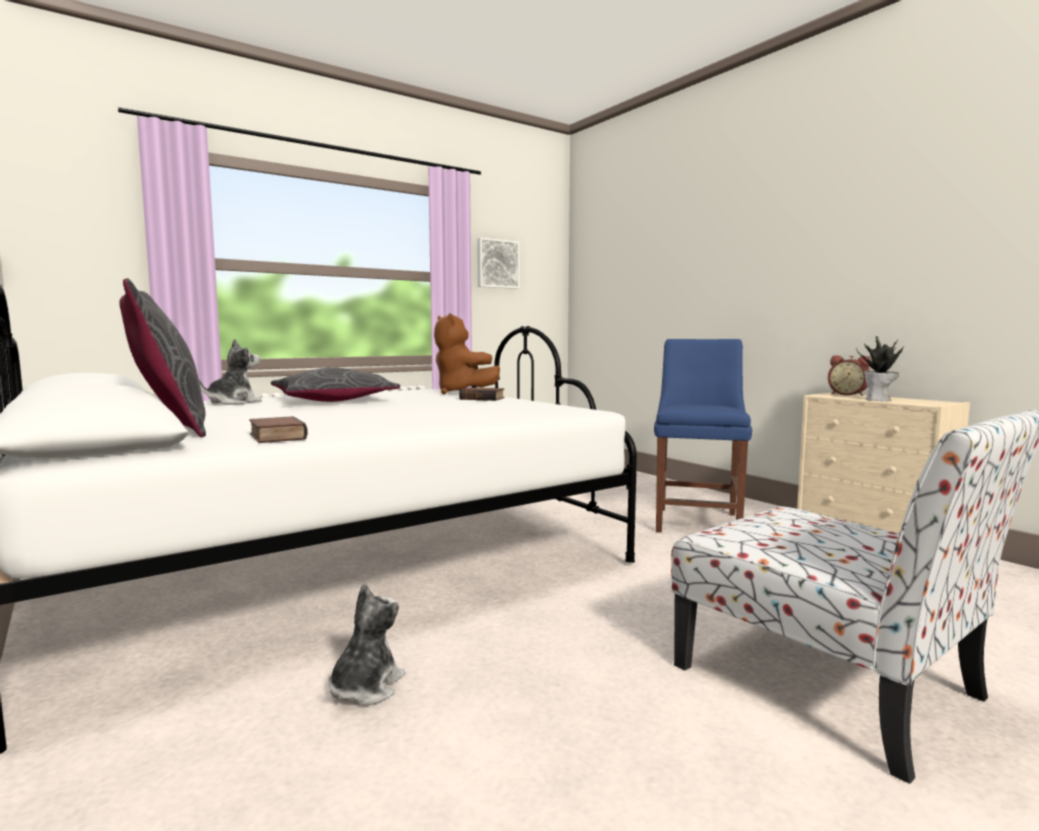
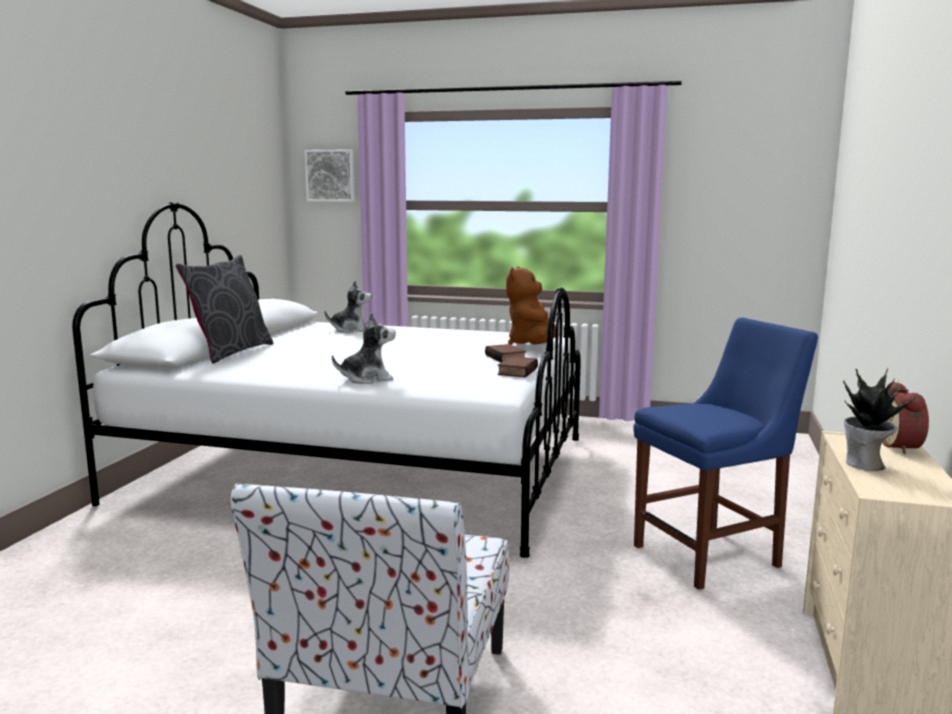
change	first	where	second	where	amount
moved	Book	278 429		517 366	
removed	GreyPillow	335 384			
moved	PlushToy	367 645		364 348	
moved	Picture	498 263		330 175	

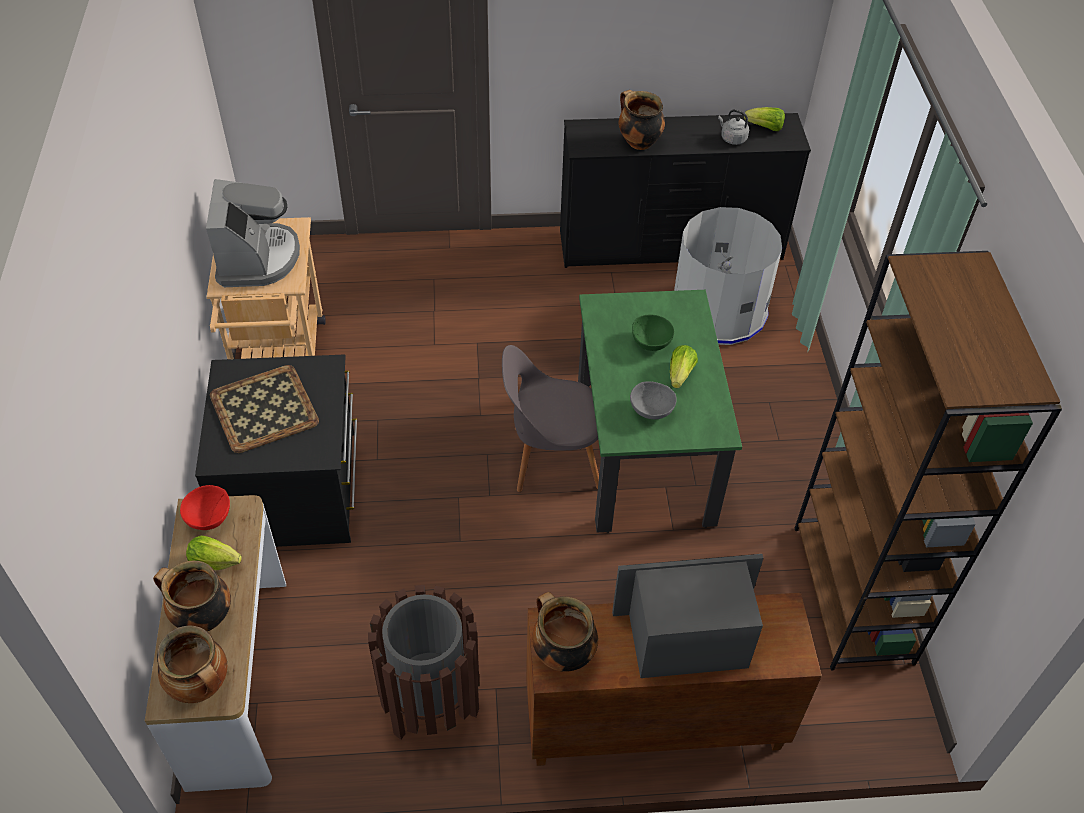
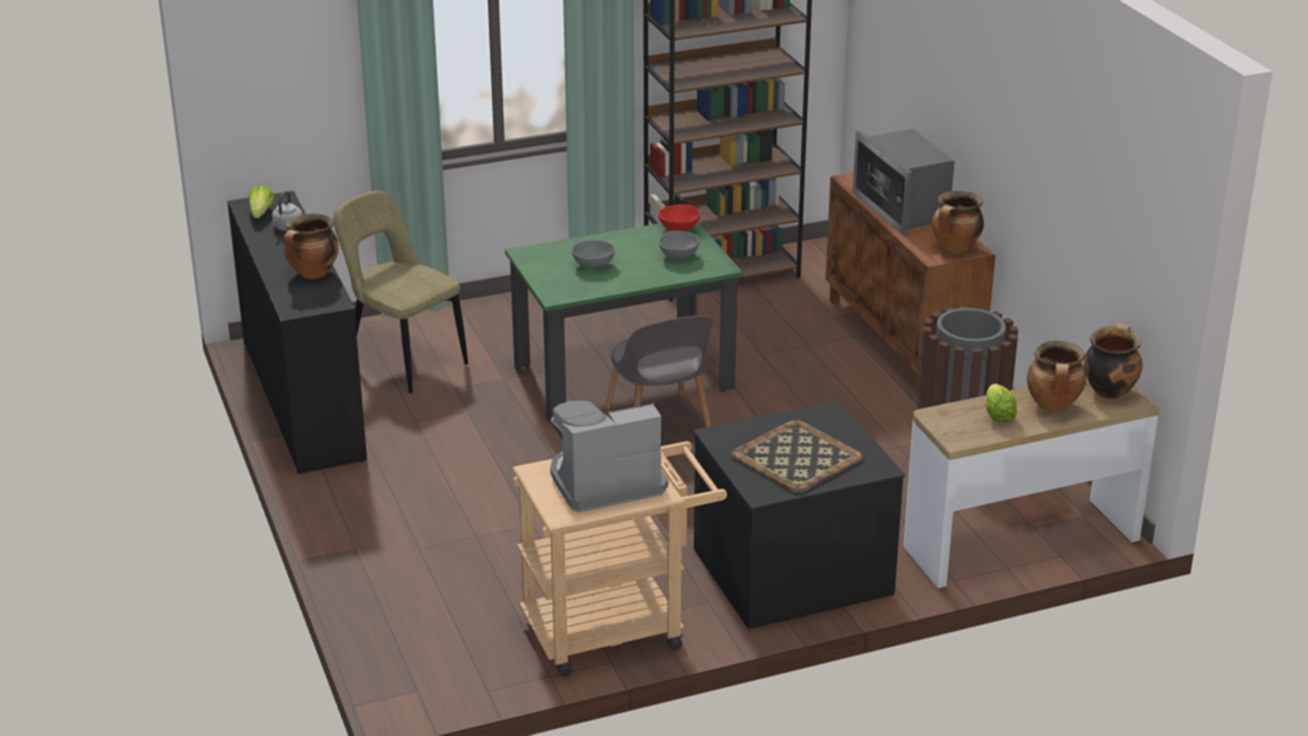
change	first	where	second	where	amount
moved	RedBowl	205 507		679 217	
recoloured	GreenBowl	653 333	GreyBowl	593 254	
removed	Lettuce	684 366			
replaced	GreyTrashCan	728 276	BeigeChair	400 292	

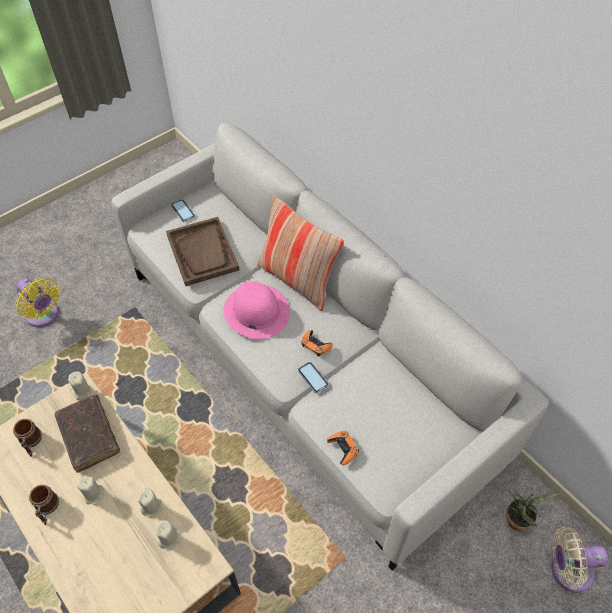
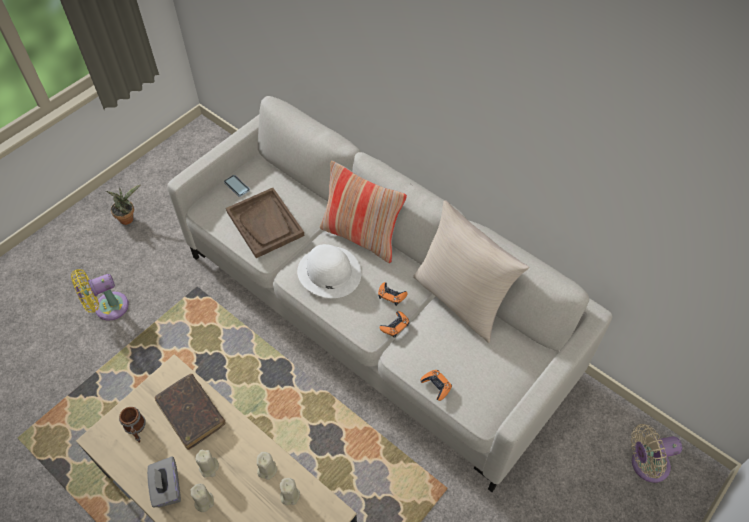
change	first	where	second	where	amount
turned	YellowFan	38 302		100 295	120 degrees clockwise
replaced	Mug	44 505	GreyTissueBox	164 481	
moved	BeigeCandle	80 386		202 498	
recoloured	PinkHat	256 310	WhiteHat	329 271	
replaced	Phone	313 377	OrangeGameController	395 324	
moved	PottedPlant	533 510		123 204	
added			BeigePillow	471 271	

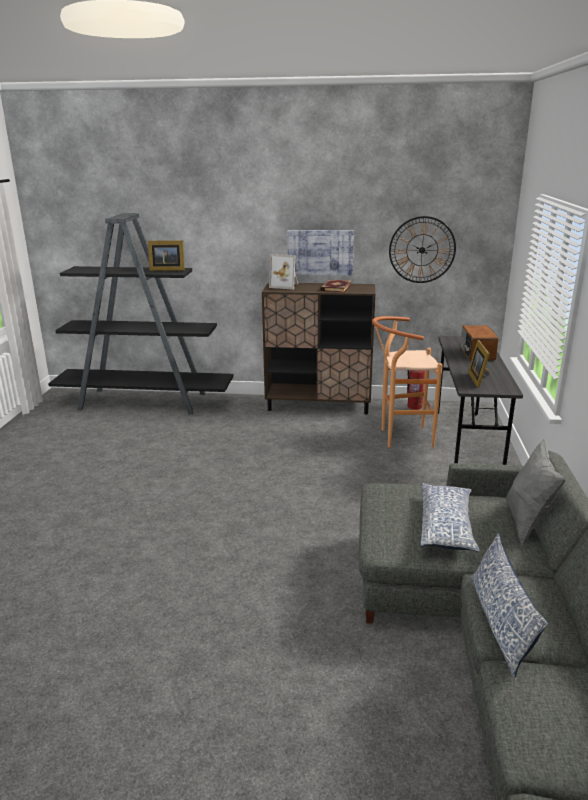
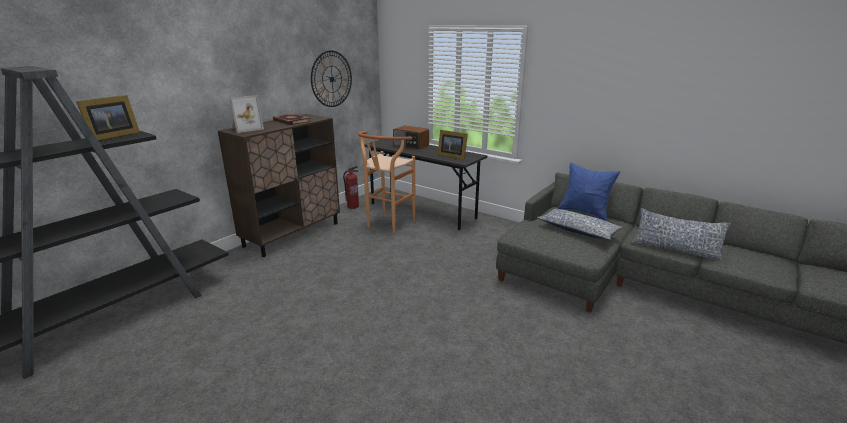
change	first	where	second	where	amount
removed	Picture	320 253			
recoloured	GreyPillow	535 492	BluePillow	589 192	

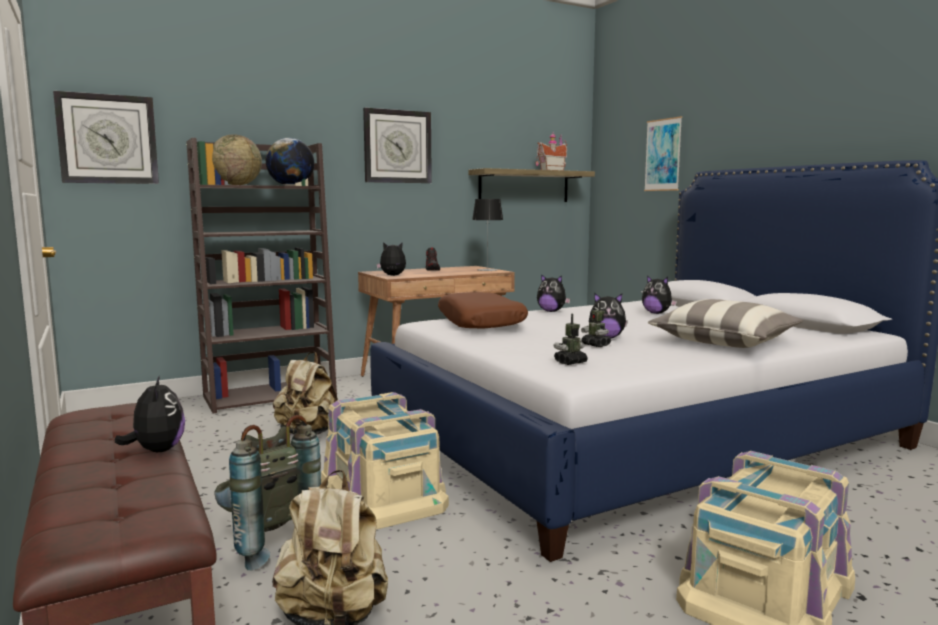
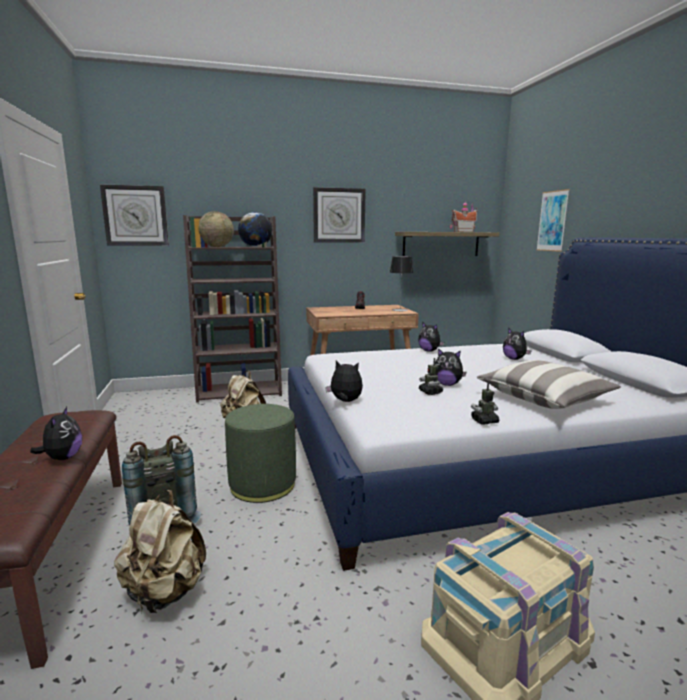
change	first	where	second	where	amount
replaced	BeigeStorageBox	385 460	GreenOttoman	260 453	
moved	PlushToy	391 259		344 381	
removed	BrownPillow	483 310			
moved	ToyRobot	571 339		485 403	

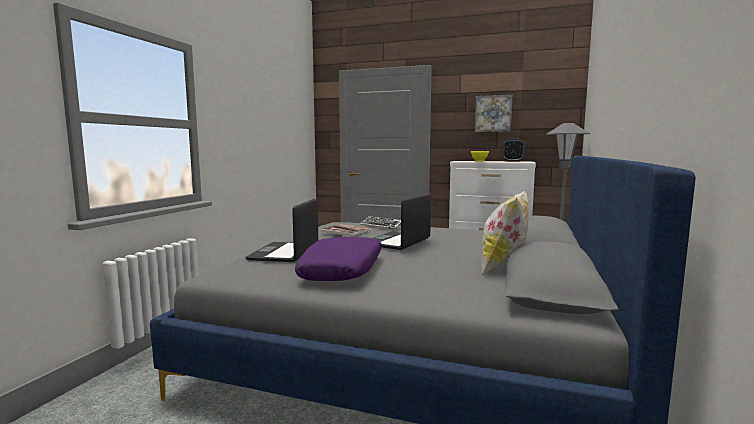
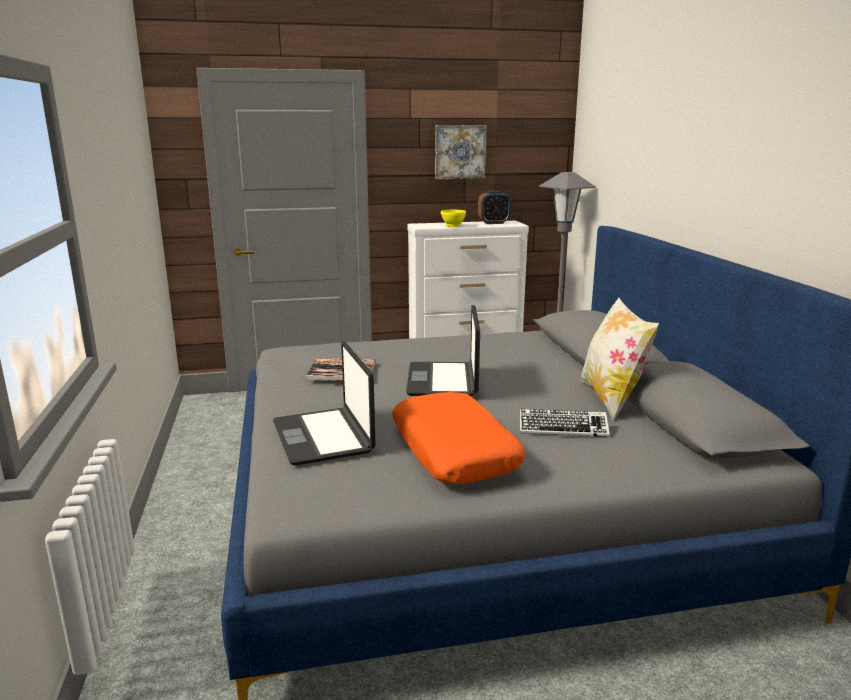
change	first	where	second	where	amount
recoloured	PurplePillow	338 259	OrangePillow	458 438	
moved	Keyboard	380 222		565 423	

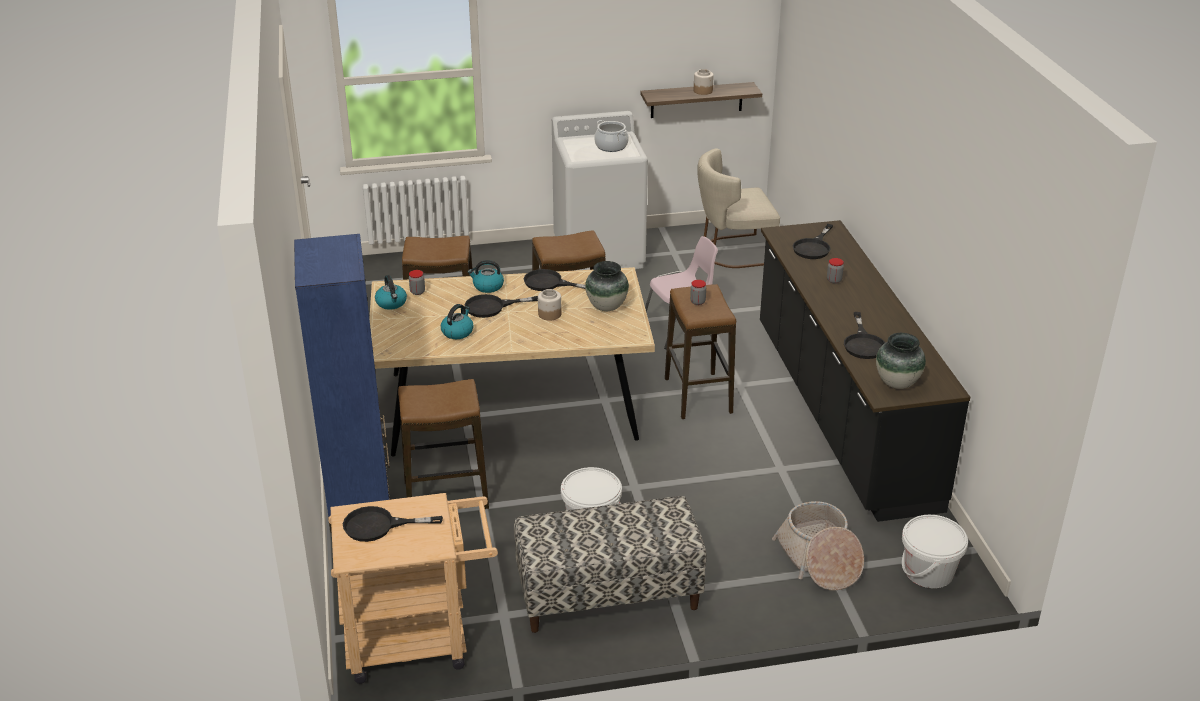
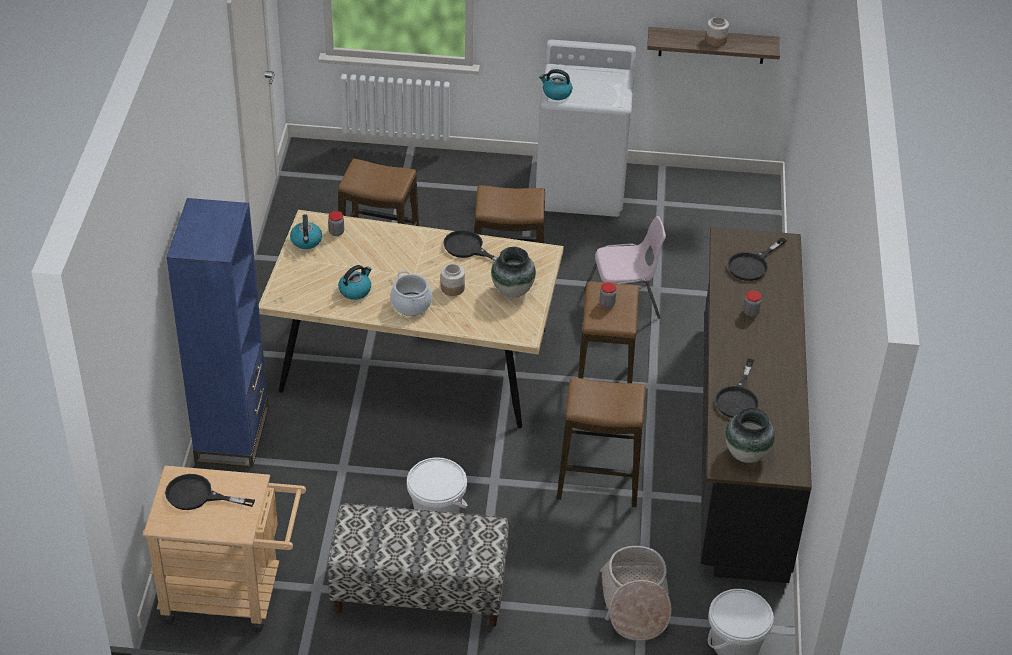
change	first	where	second	where	amount
moved	Stool	443 444		601 442	
removed	BlackFryingPan	501 306			
moved	Kettle	486 276		556 84	
moved	CookingPot	611 136		411 293	
removed	BeigeChair	738 208			

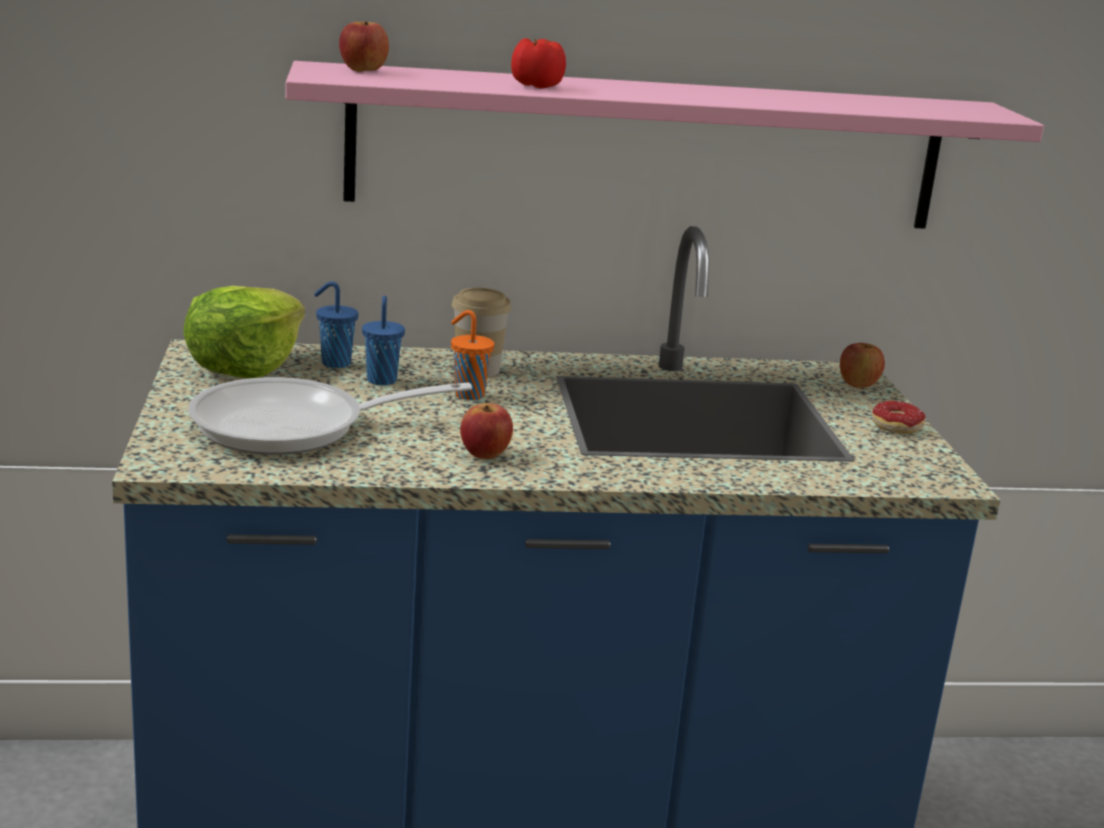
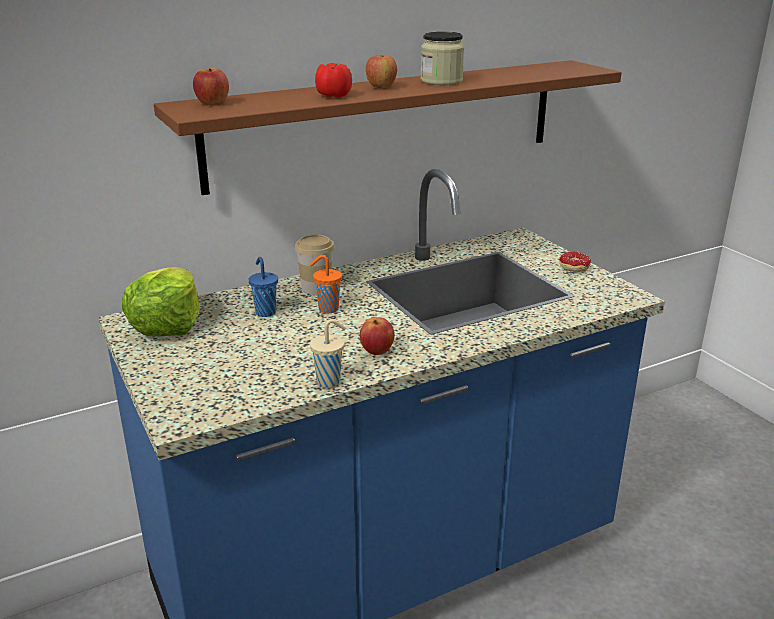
change	first	where	second	where	amount
removed	FryingPan	330 416			
recoloured	PinkShelf	664 145	BrownShelf	388 127	
removed	BlueCup	336 324			
moved	Apple	862 365		381 71	
added			BeigeCup	328 353	
added			Jar	442 58	

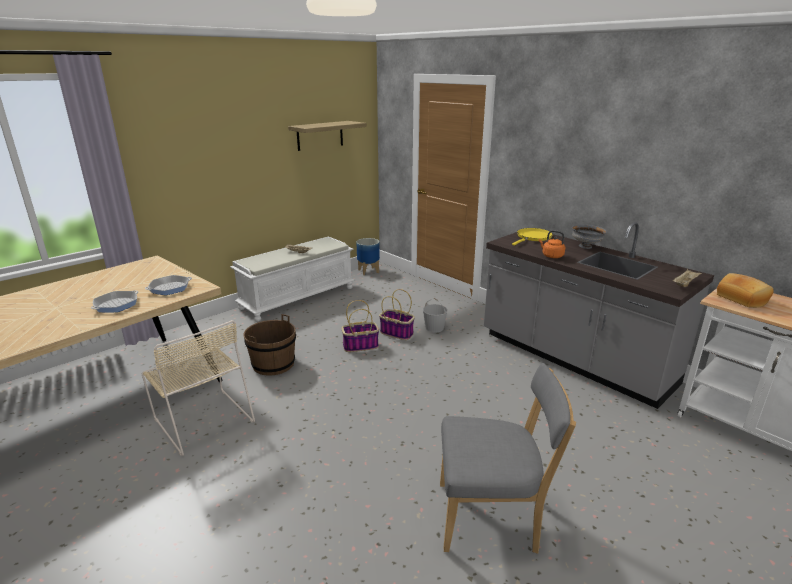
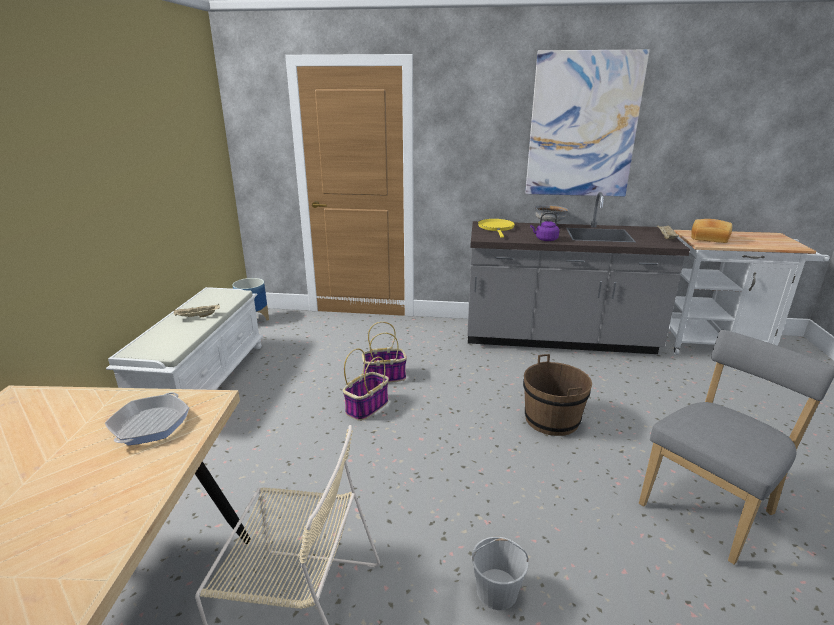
change	first	where	second	where	amount
removed	FryingPan	114 301			
moved	BrownBucket	270 344		557 395	
removed	Shelf	327 136			
moved	WhiteBucket	435 315		500 573	
recoloured	OrangeKettle	552 244	PurpleKettle	544 226	
added			Picture	587 123	

